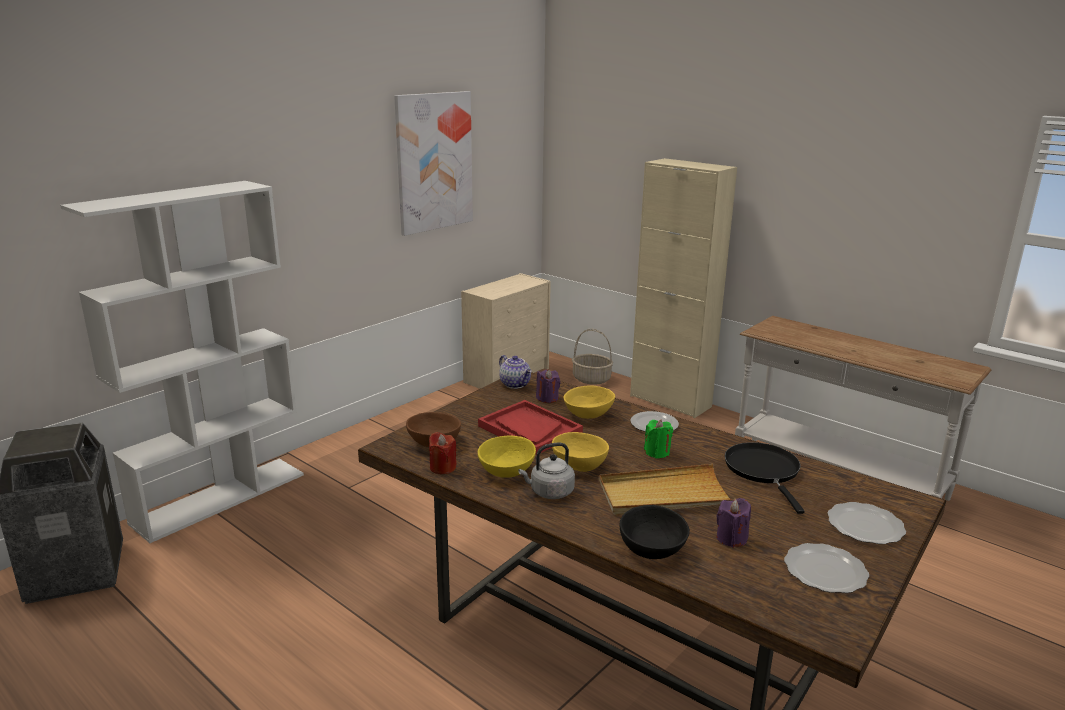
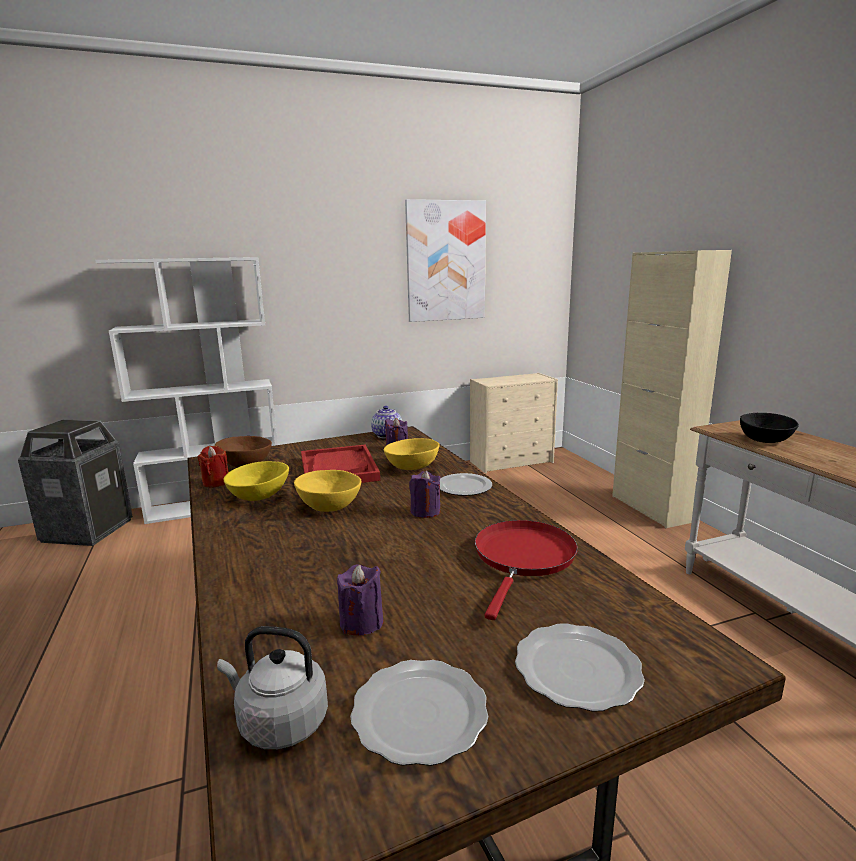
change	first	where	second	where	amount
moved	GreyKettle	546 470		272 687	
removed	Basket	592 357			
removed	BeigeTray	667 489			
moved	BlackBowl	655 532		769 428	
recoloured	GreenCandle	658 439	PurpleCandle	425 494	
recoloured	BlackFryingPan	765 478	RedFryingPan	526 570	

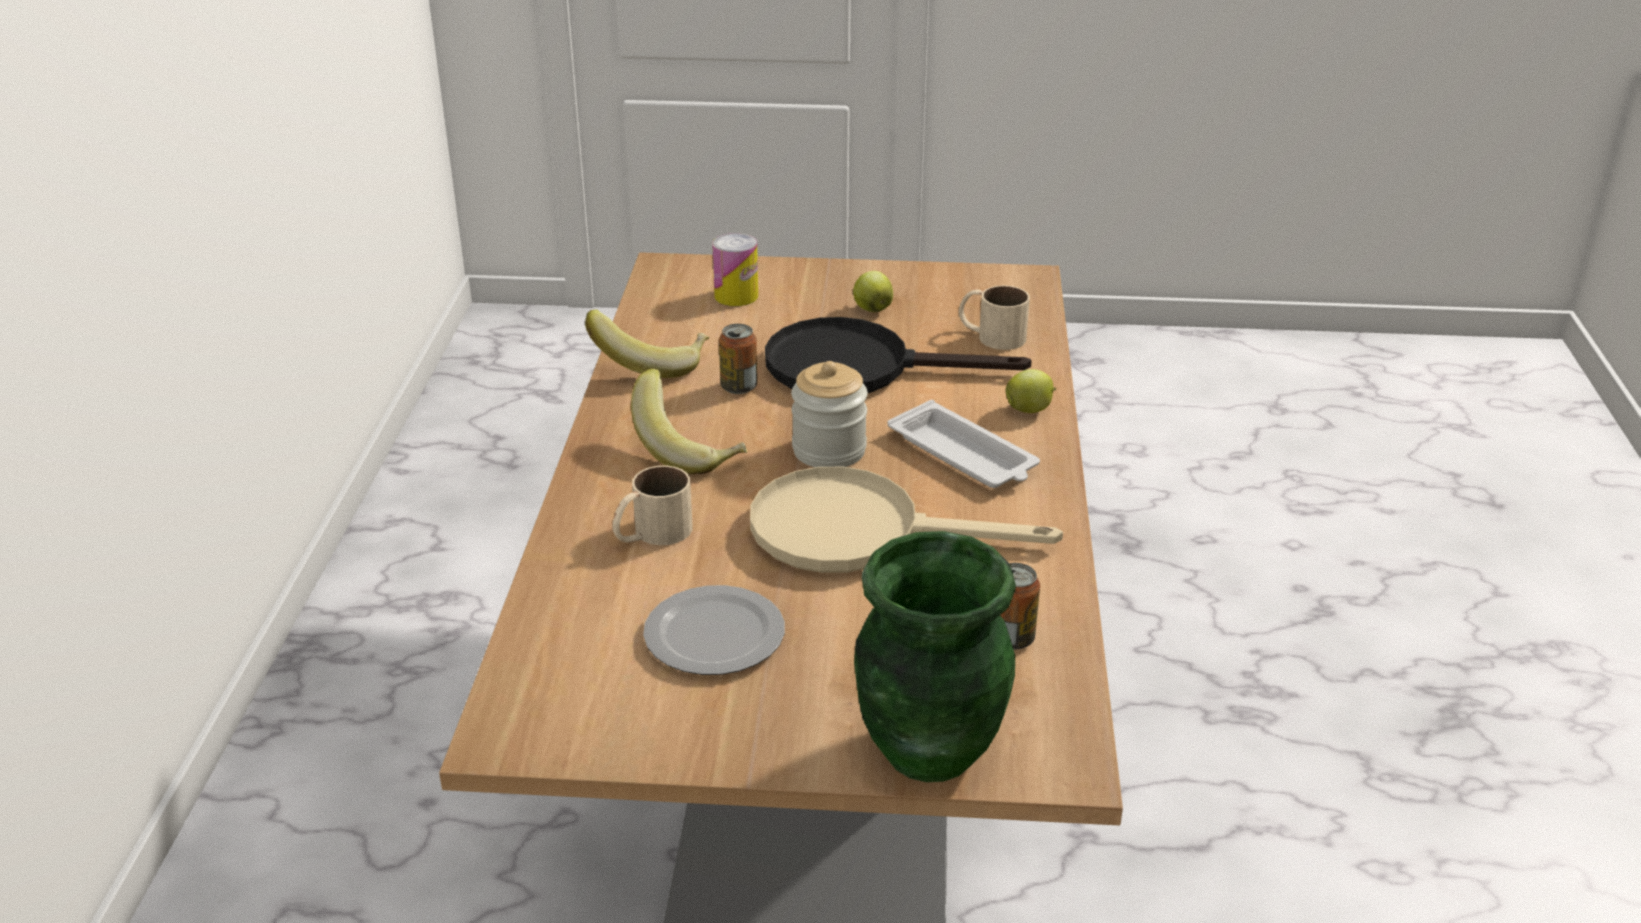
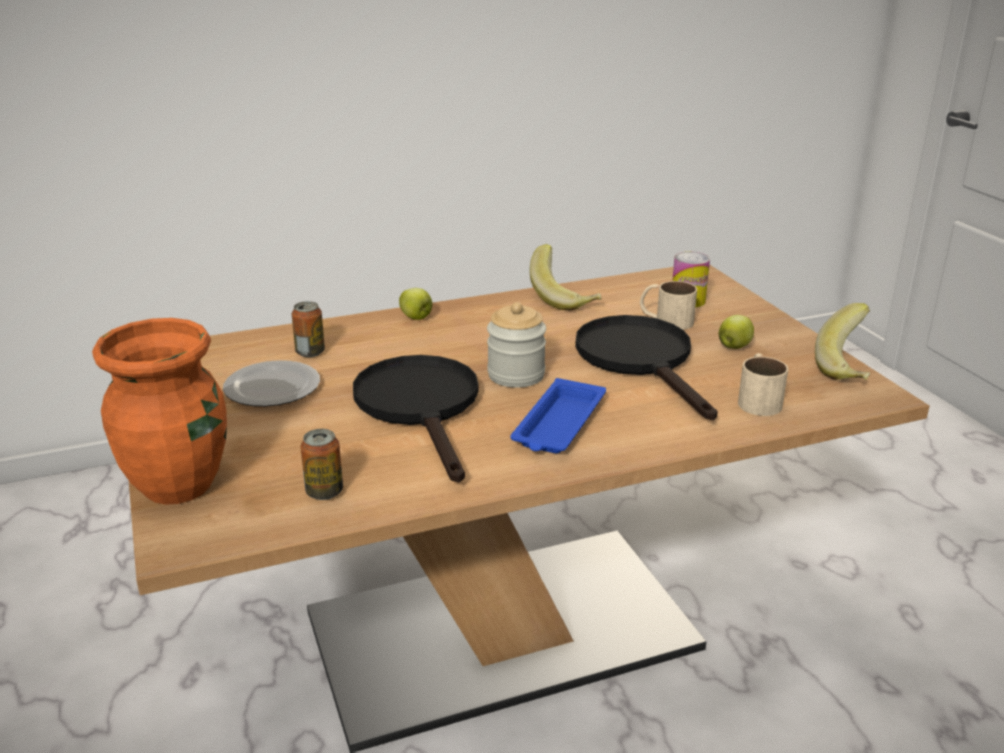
change	first	where	second	where	amount
moved	BeigeMug	652 505		668 305	
moved	Banana	689 421		842 341	
moved	Can	738 359		308 329	
recoloured	BeigeFryingPan	906 520	BlackFryingPan	415 418	
recoloured	GreenVase	935 656	OrangeVase	159 411	
recoloured	WhiteTray	964 444	BlueTray	558 416	
moved	Apple	1030 391		415 304	

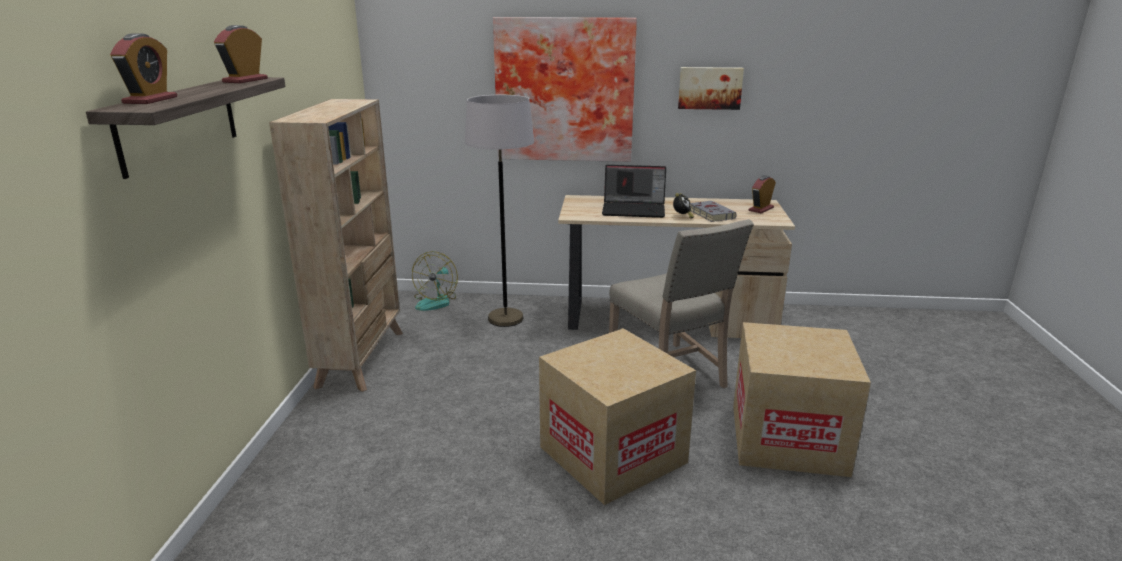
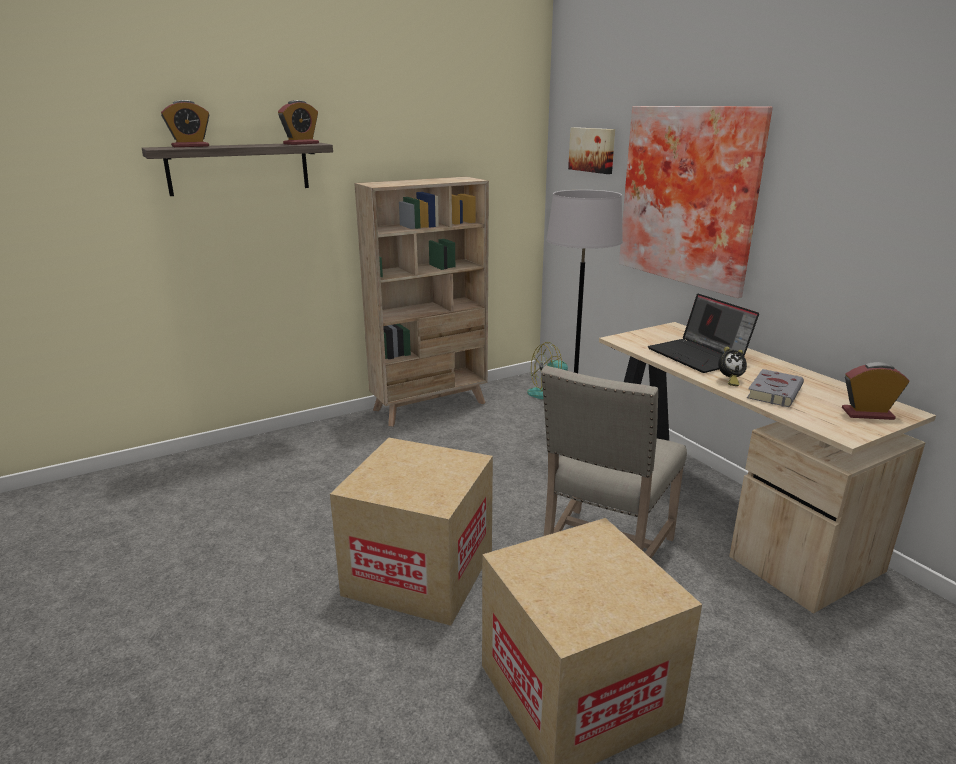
change	first	where	second	where	amount
turned	AlarmClock	241 54		298 122	150 degrees clockwise
moved	Picture	711 88		591 150	

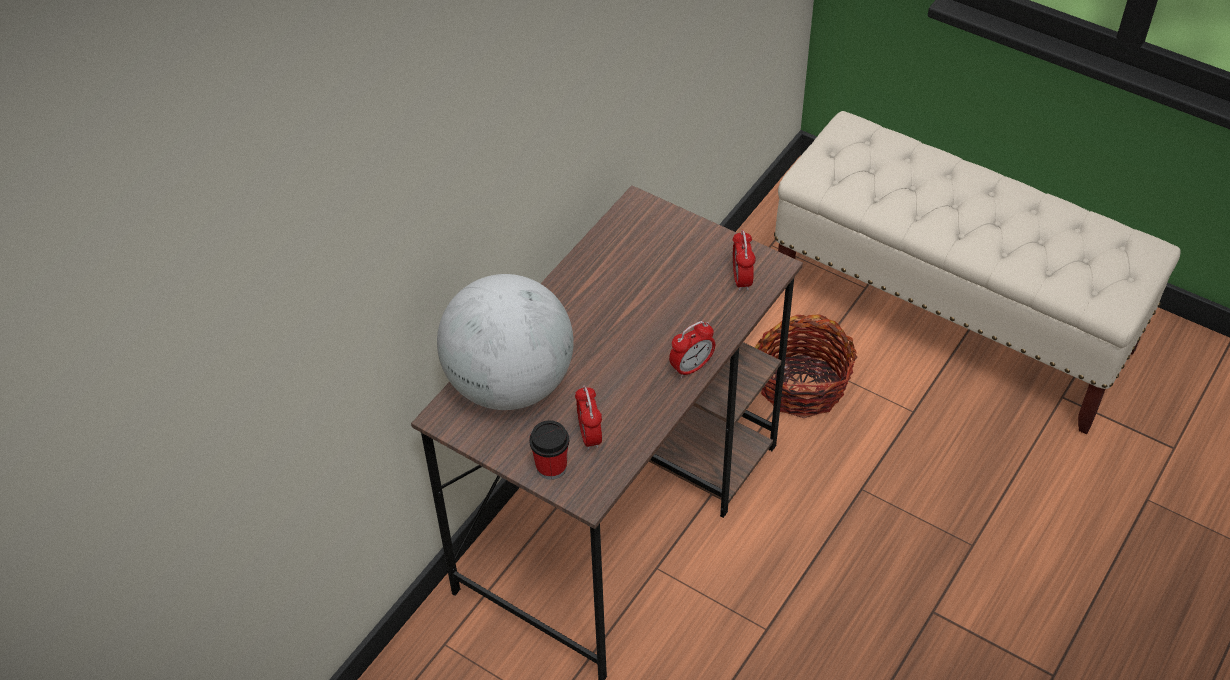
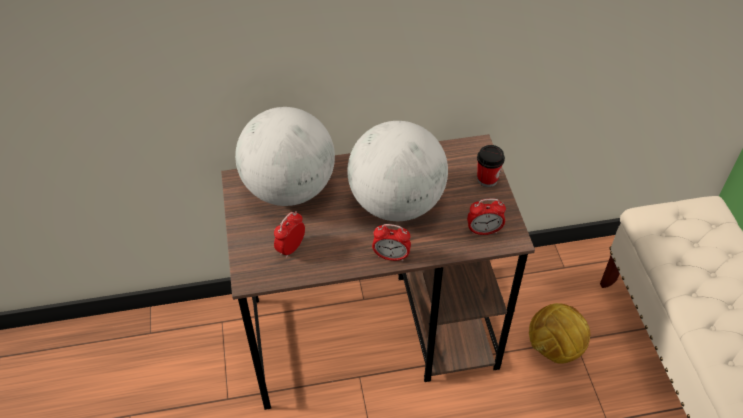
change	first	where	second	where	amount
moved	Cup	549 450		491 166	
turned	AlarmClock	744 260		486 217	135 degrees counterclockwise
replaced	Basket	806 366	Football	559 333	
added			Globe	397 171	

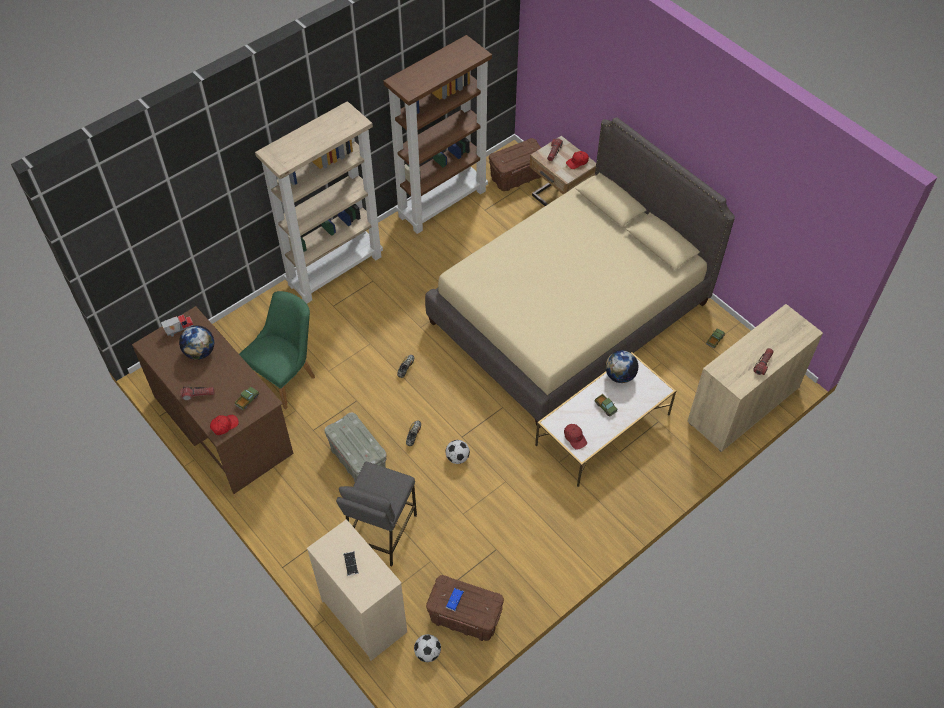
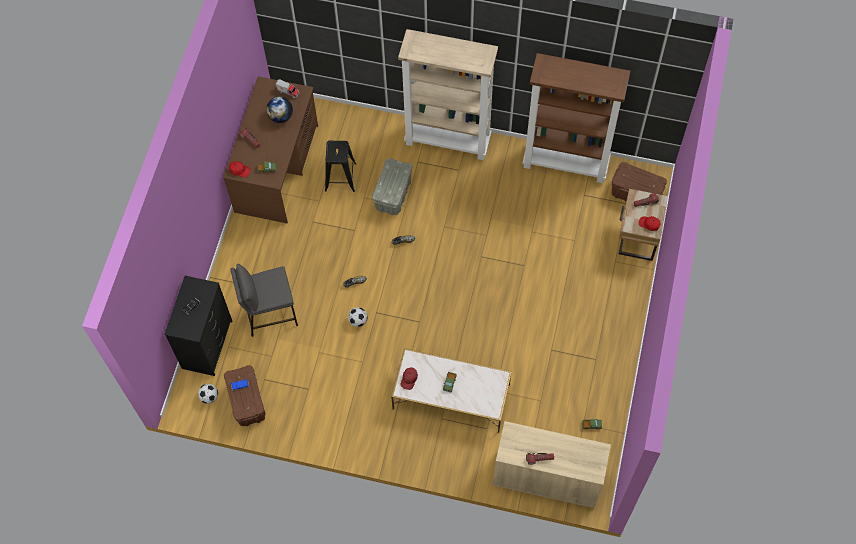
change	first	where	second	where	amount
replaced	GreenChair	277 350	BlackStool	340 166	
recoloured	BeigeDresser	357 590	BlackDresser	198 326	
moved	GreyStorageBox	355 447		392 186	
removed	BeigeBed	580 273			
removed	Globe	622 366			

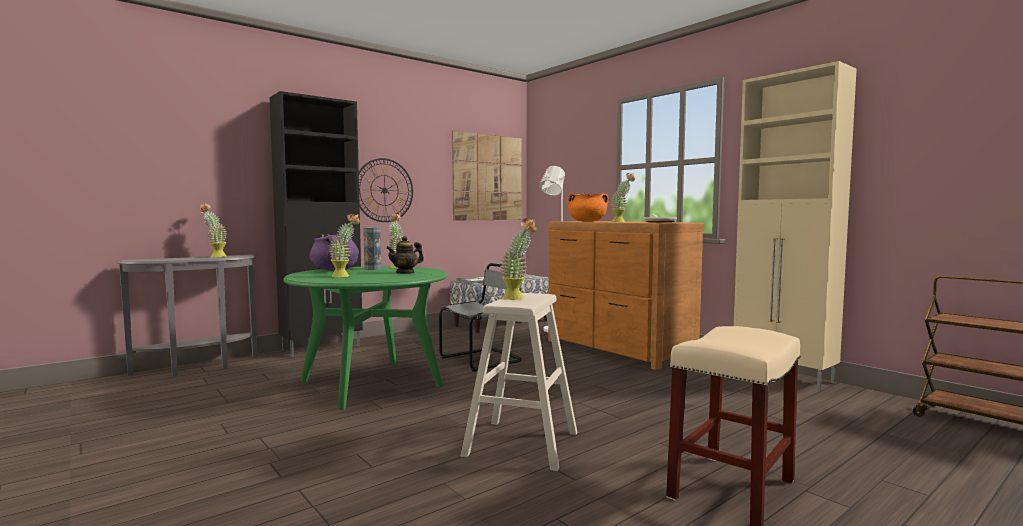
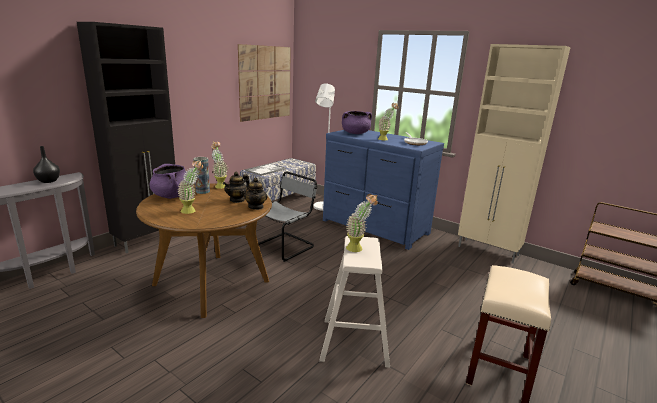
change	first	where	second	where	amount
replaced	PottedPlant	213 230	BlackVase	46 164	
recoloured	GreenDiningTable	365 338	BrownDiningTable	204 250	
removed	WallClock	386 190			
recoloured	BrownDresser	626 295	BlueDresser	383 190	
recoloured	OrangeCookingPot	588 207	PurpleCookingPot	357 122	
added			Teapot	256 194	

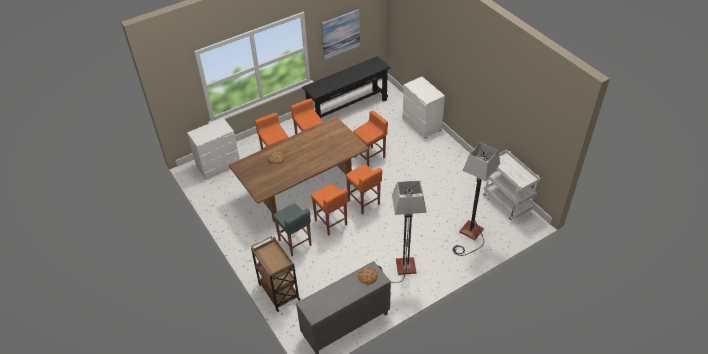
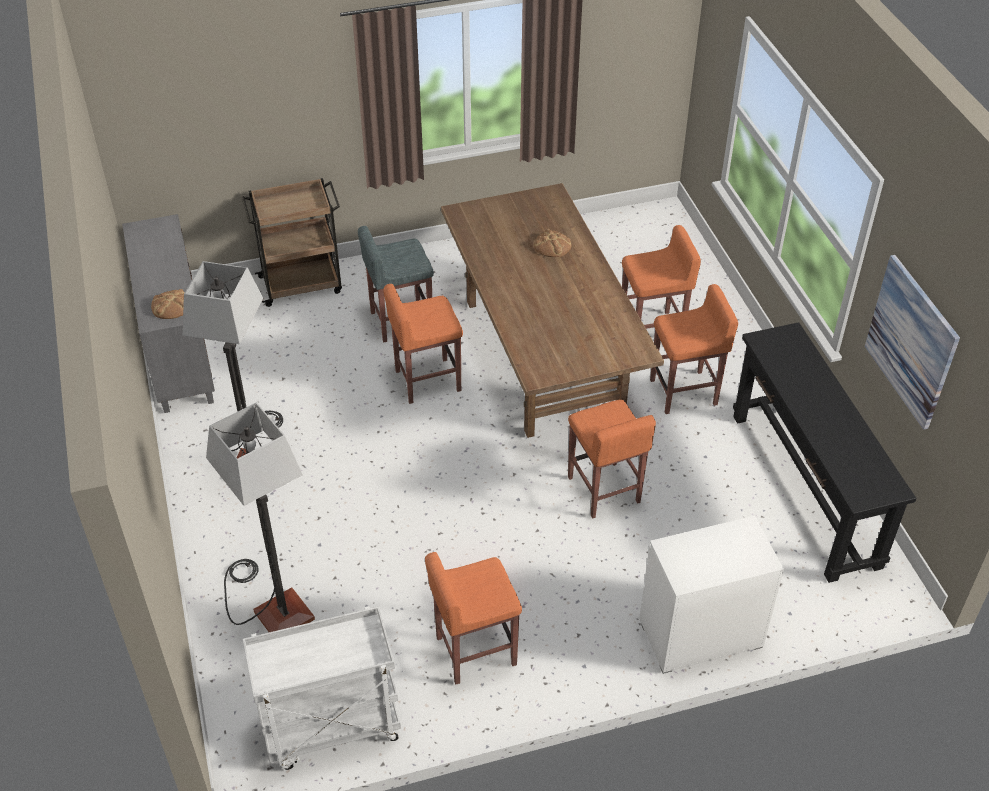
change	first	where	second	where	amount
removed	WhiteDresser	213 149			
moved	OrangeStool	364 189		473 618	

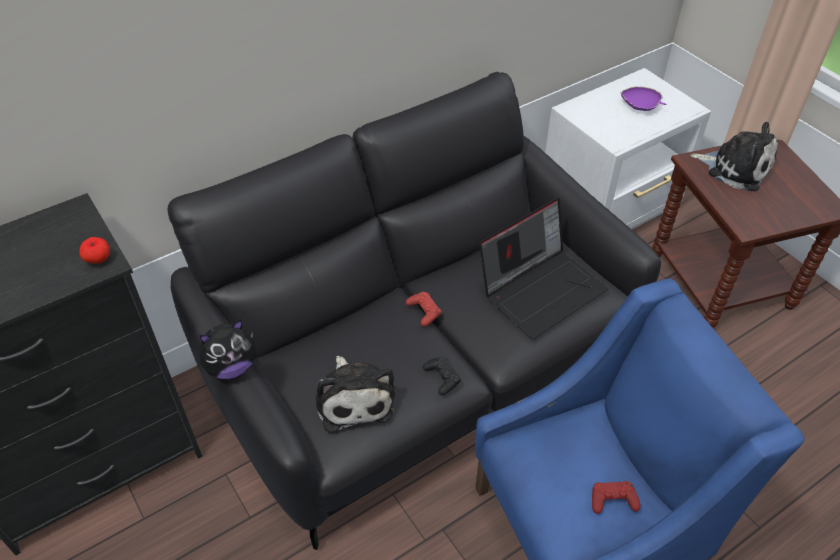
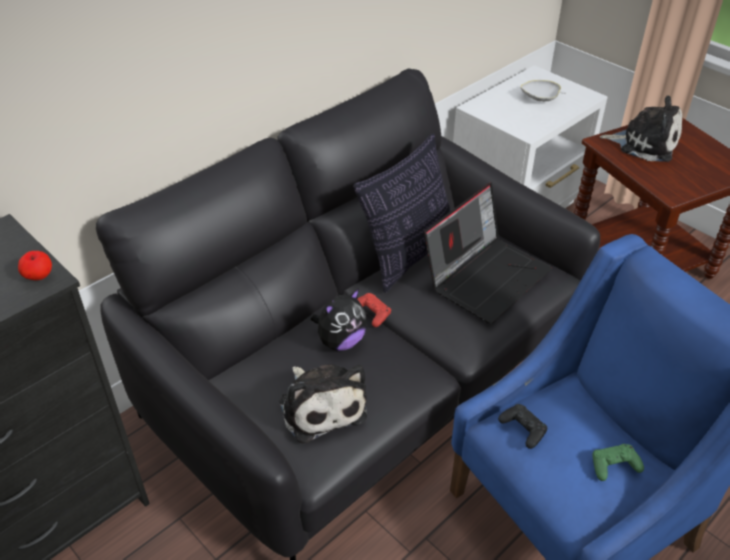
change	first	where	second	where	amount
moved	PlushToy	227 349		339 319	
moved	BlackGameController	442 375		522 426	
recoloured	RedGameController	616 497	GreenGameController	618 462	
recoloured	PurpleBowl	643 98	WhiteBowl	543 90	
added			Pillow	402 213	

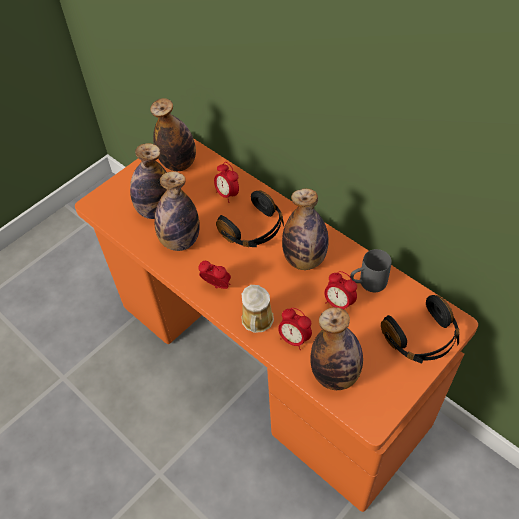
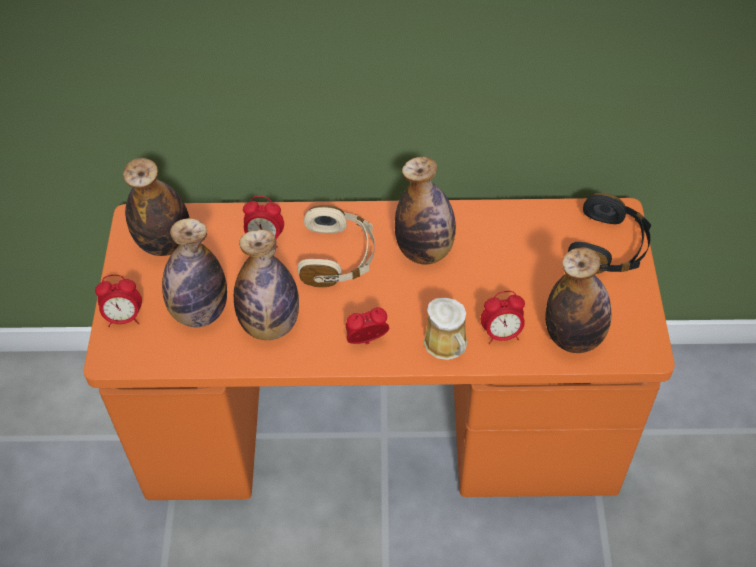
change	first	where	second	where	amount
recoloured	BlackHeadphones	250 218	BeigeHeadphones	336 246	
moved	AlarmClock	340 290		118 301	
removed	GreyMug	371 270			

